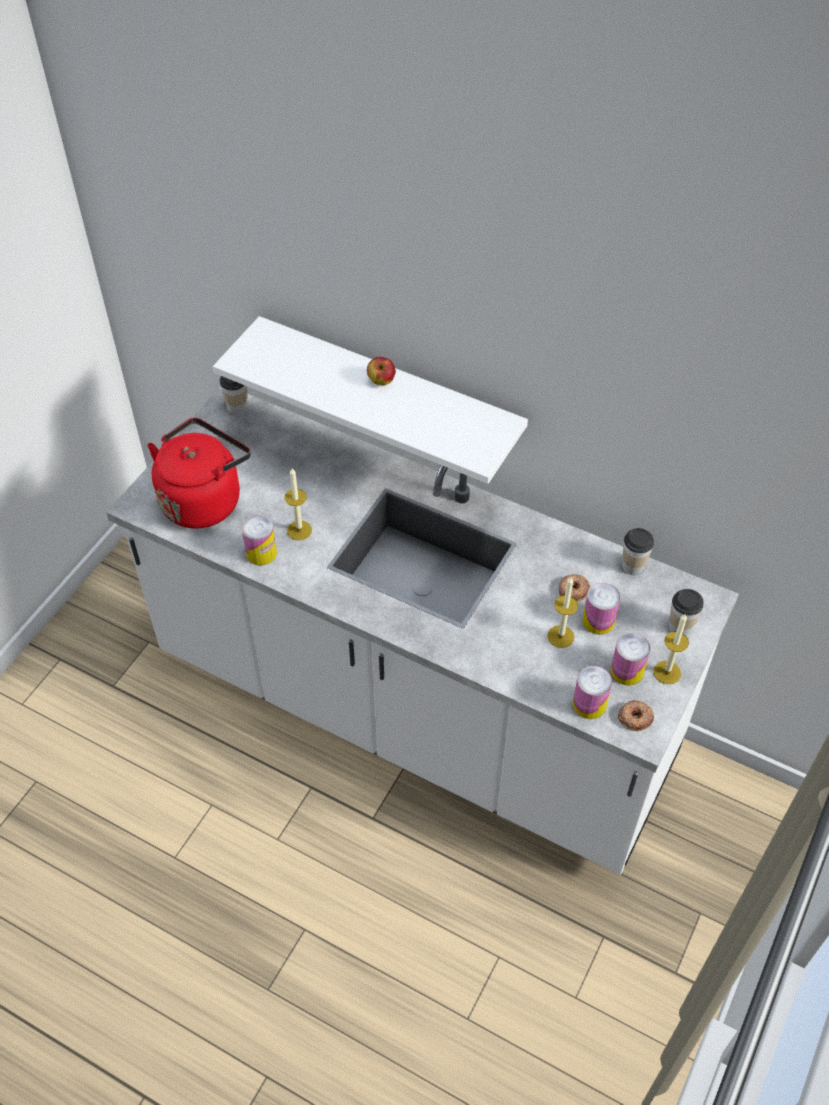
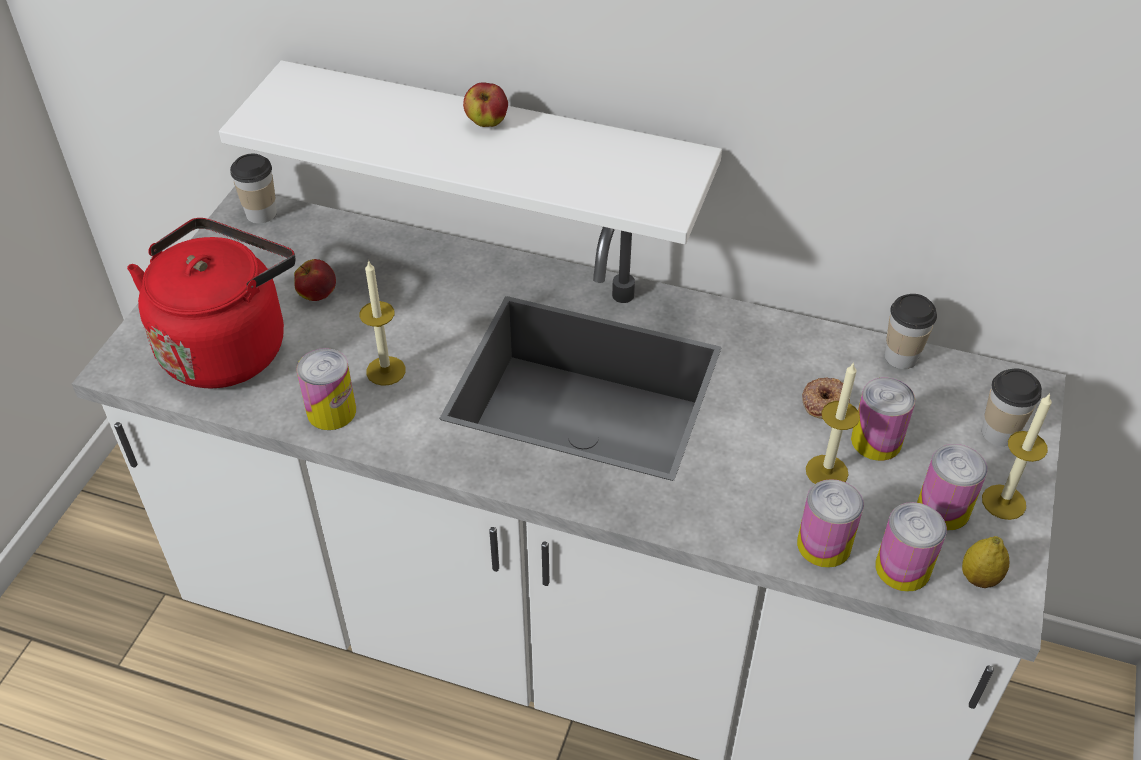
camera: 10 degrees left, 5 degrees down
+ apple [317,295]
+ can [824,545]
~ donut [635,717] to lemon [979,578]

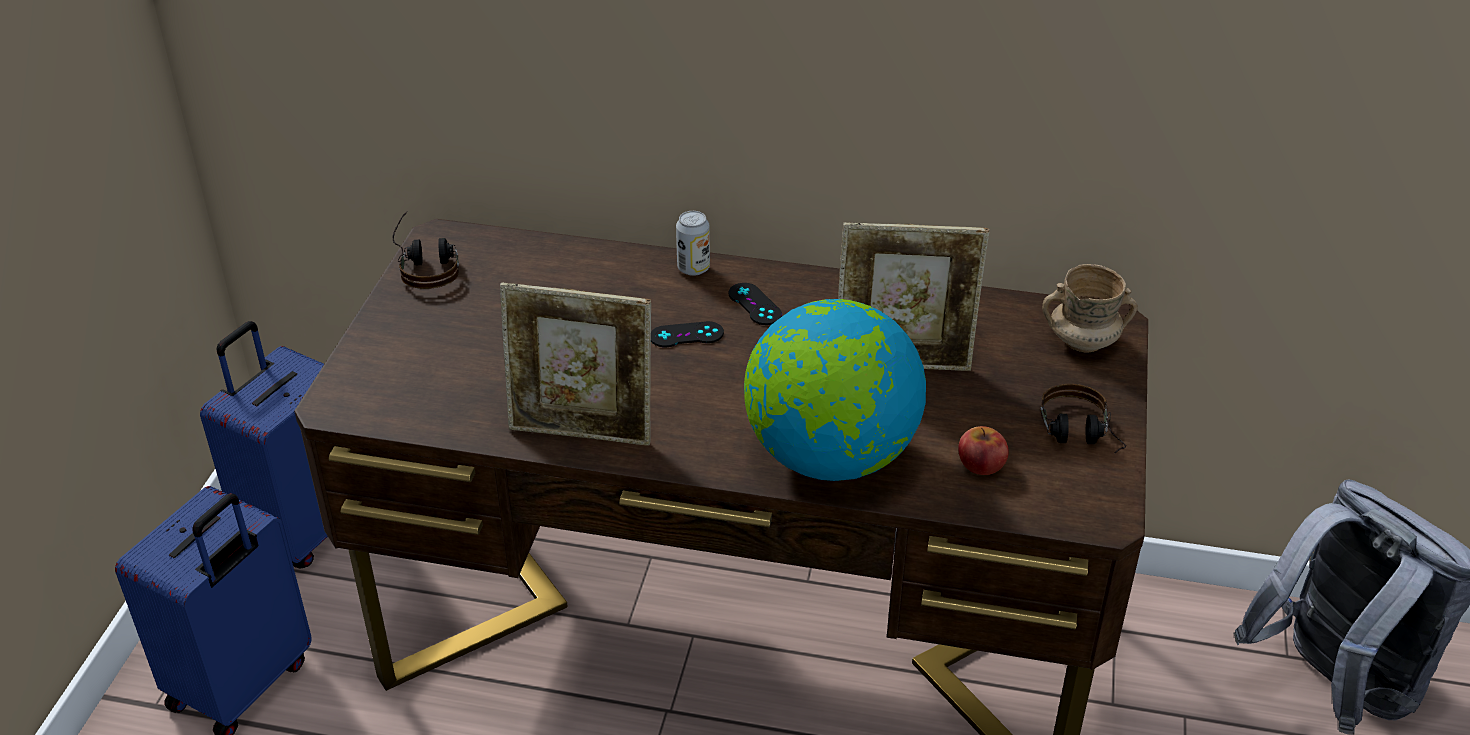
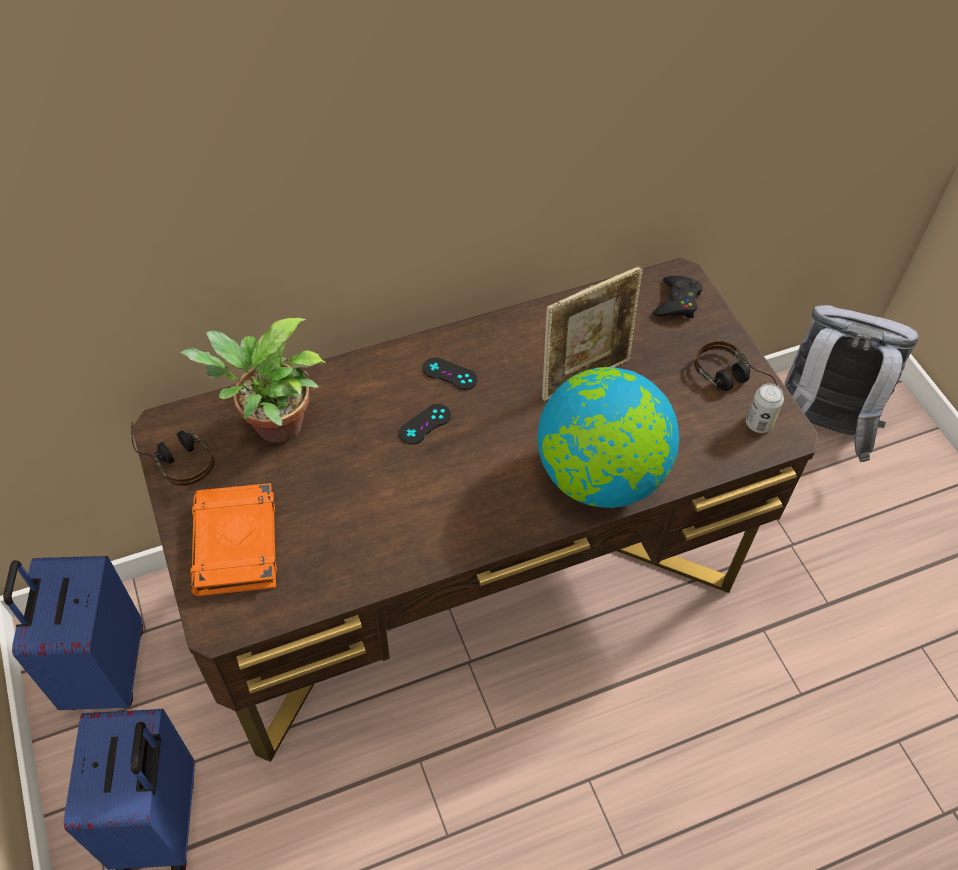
camera: 35 degrees left, 15 degrees up
+ potted plant [272,427]
+ orange book [236,545]
~ beige mug [1083,342] to black game controller [677,302]
~ can [693,268] to [758,423]
- picture frame [582,432]
- apple [981,463]

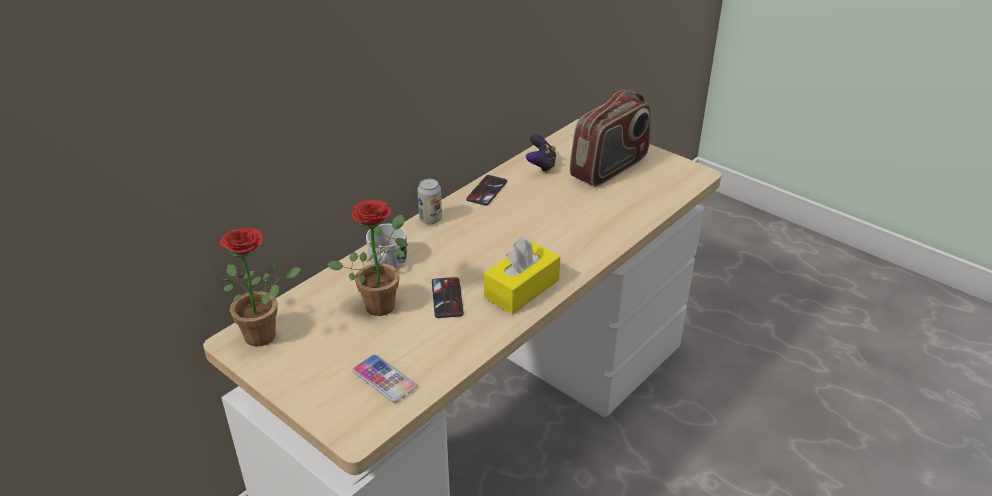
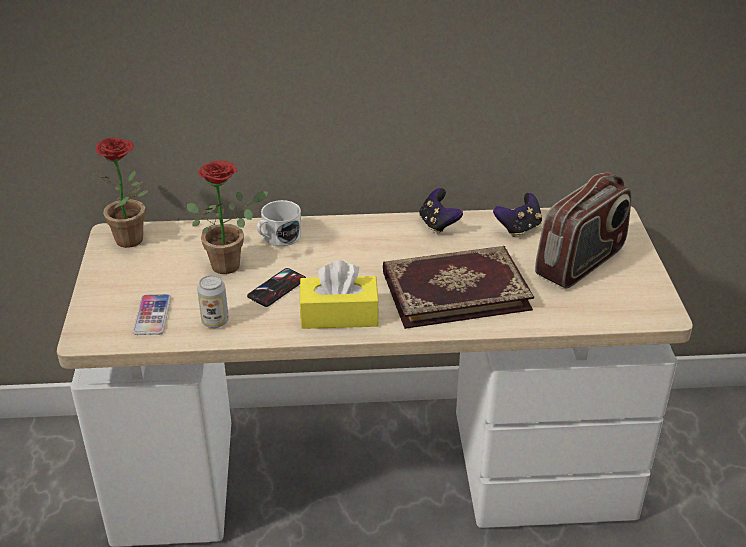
camera: 45 degrees right, 0 degrees up
~ can [430,219] to [215,321]
+ book [455,289]
~ phone [487,190] to game controller [438,225]
~ radio [609,168] = [581,263] 45 degrees counterclockwise

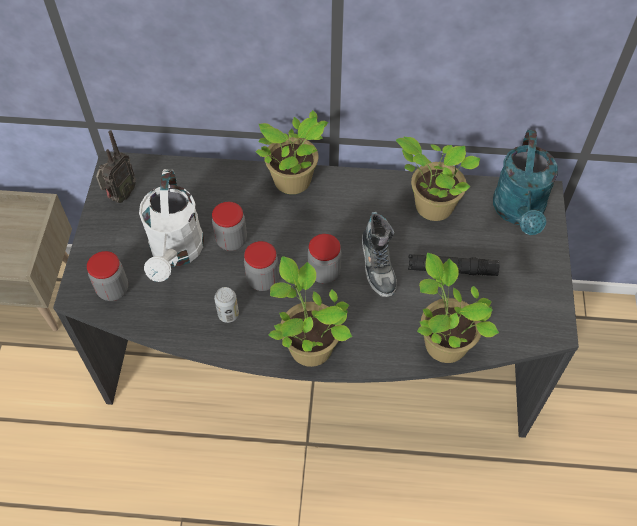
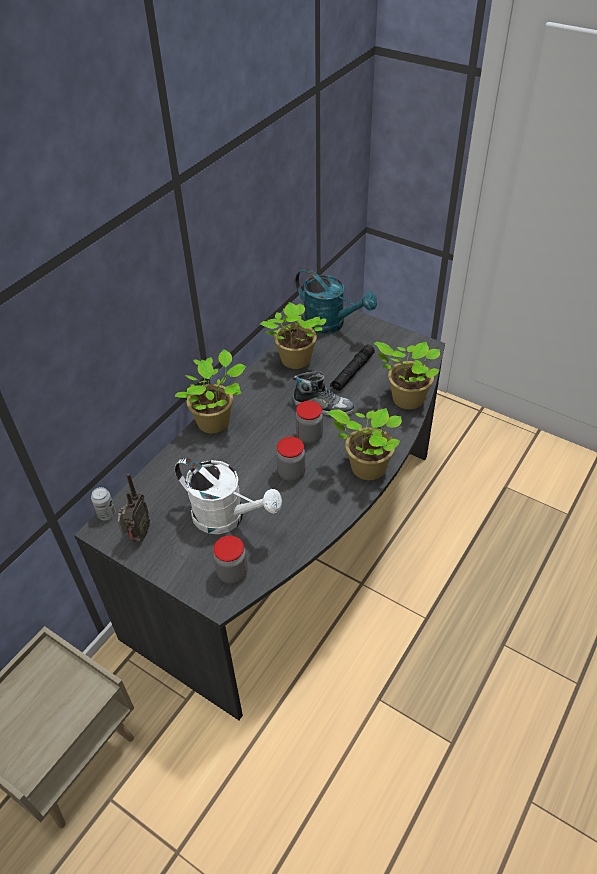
camera: 60 degrees left, 10 degrees down
~ can [228,314] to [107,514]
~ radio [120,196] = [138,536] 45 degrees clockwise
- jar [231,240]

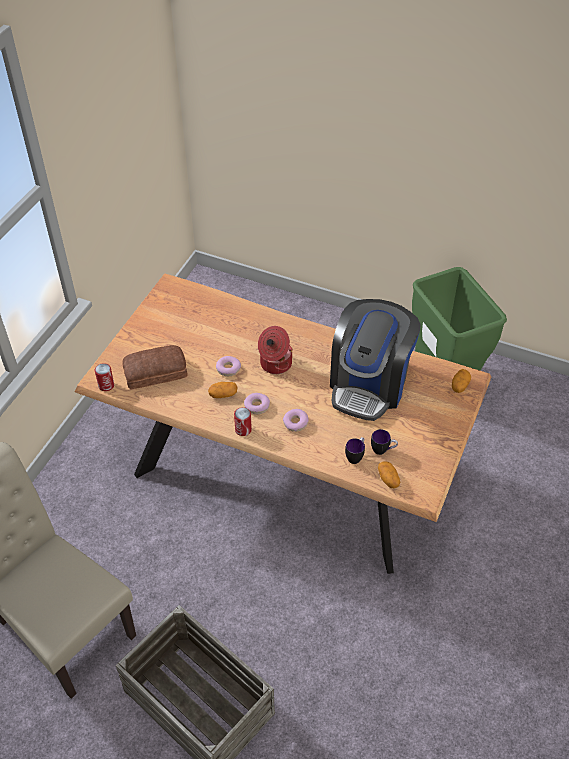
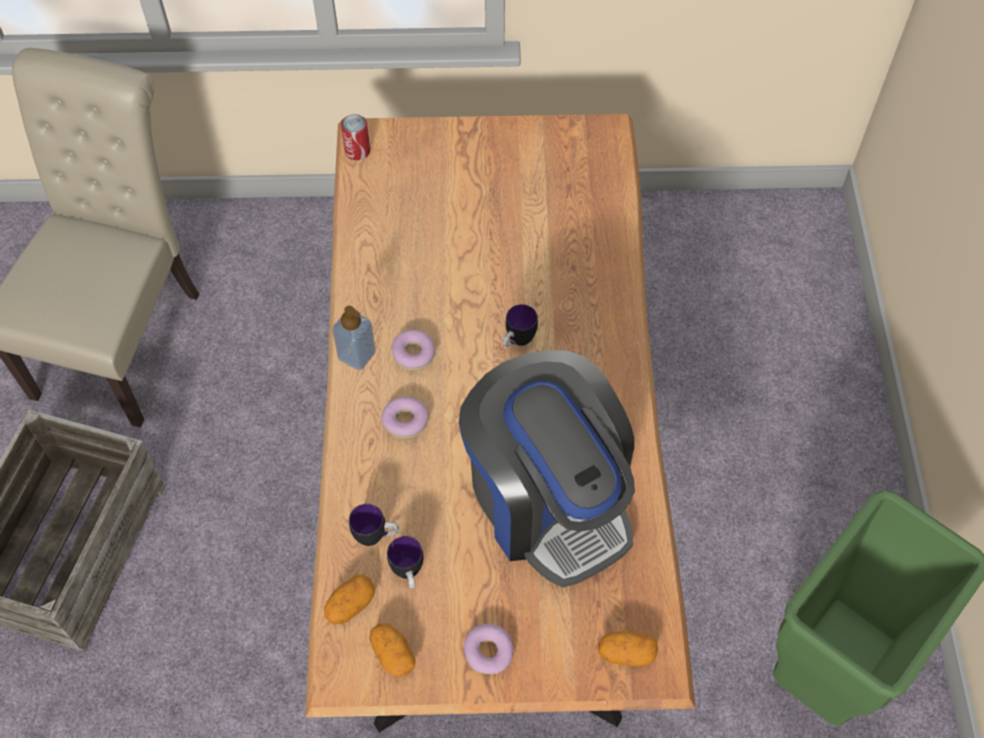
camera: 65 degrees right, 10 degrees up
~ can [243,429] to soap dispenser [357,355]
~ potato [223,394] to [393,654]
~ coffee machine [369,384] = [548,499] 120 degrees counterclockwise
~ donut [228,369] to [488,652]
~ cooking pot [275,364] to mug [517,342]
- bread [156,373]

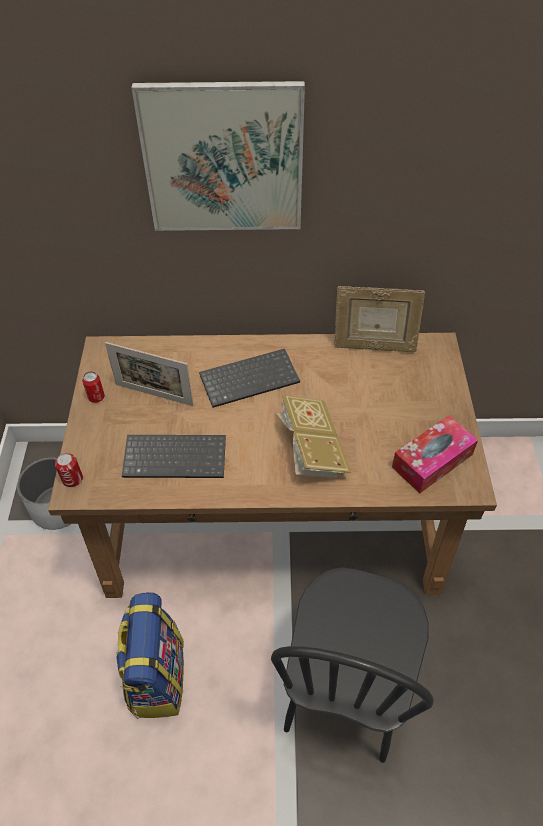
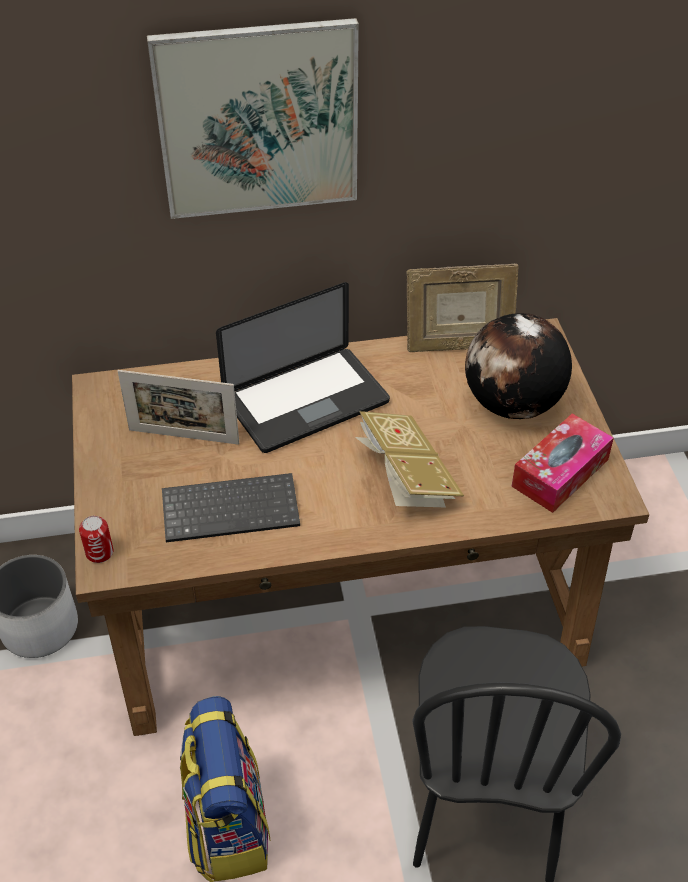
camera: 10 degrees left, 5 degrees down
~ keyboard [250,378] to laptop [306,401]
+ globe [512,405]
- can [96,397]

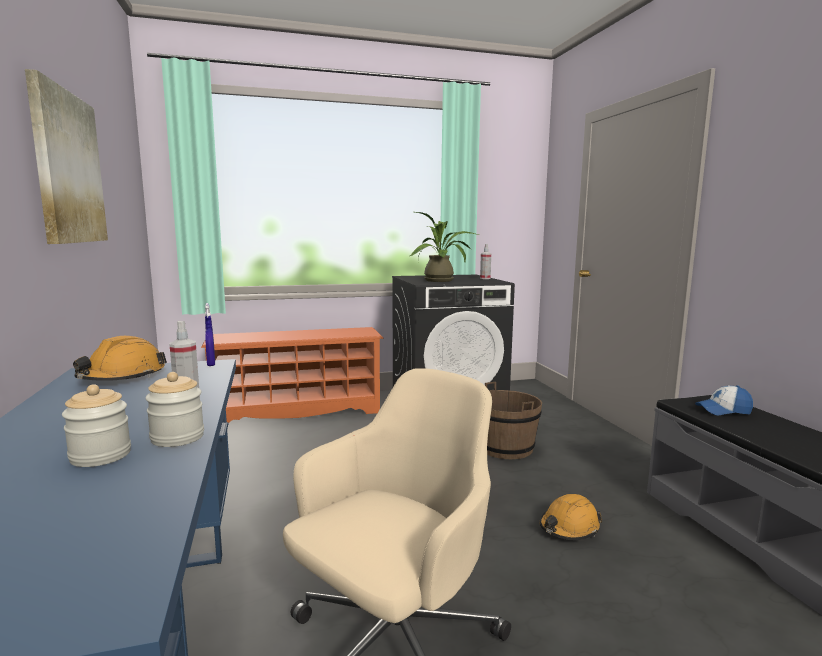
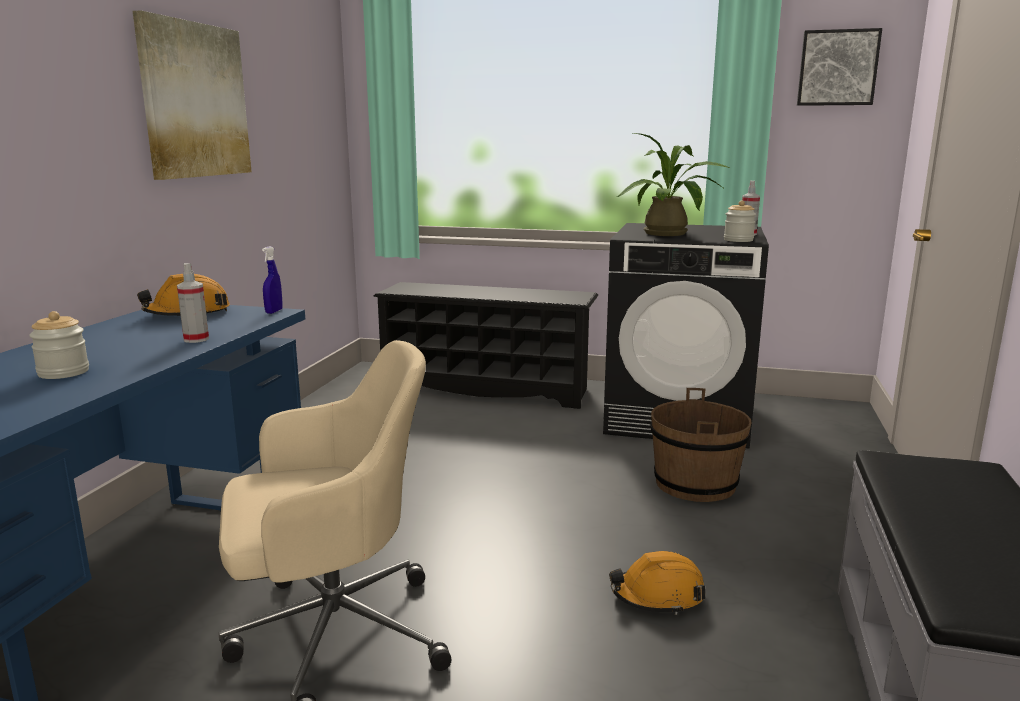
camera: 30 degrees right, 5 degrees up
~ orange shoe rack [298,411] to black shoe rack [487,389]
~ jar [177,437] to [738,240]
+ picture [837,68]
- cap [723,410]

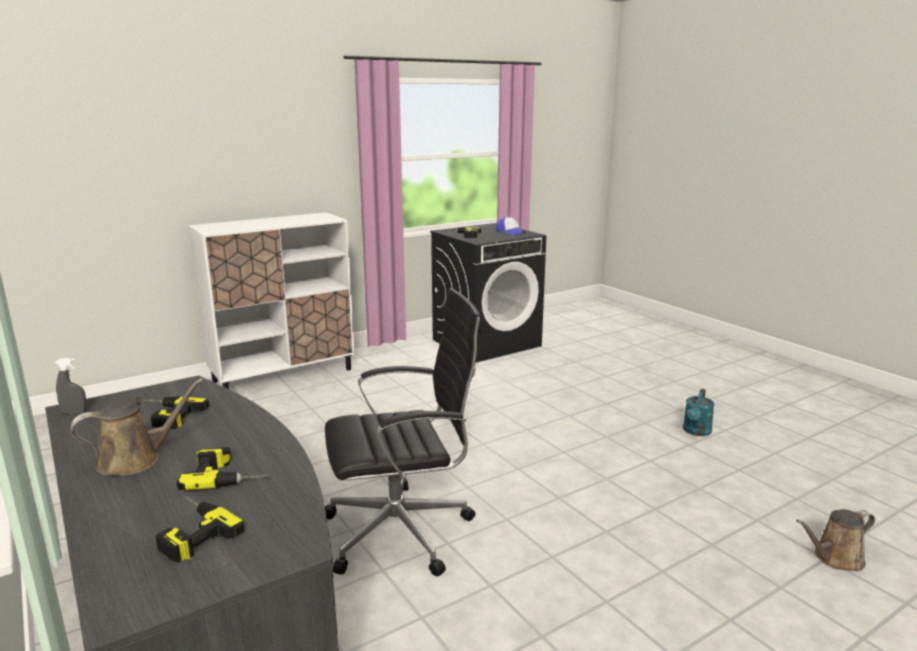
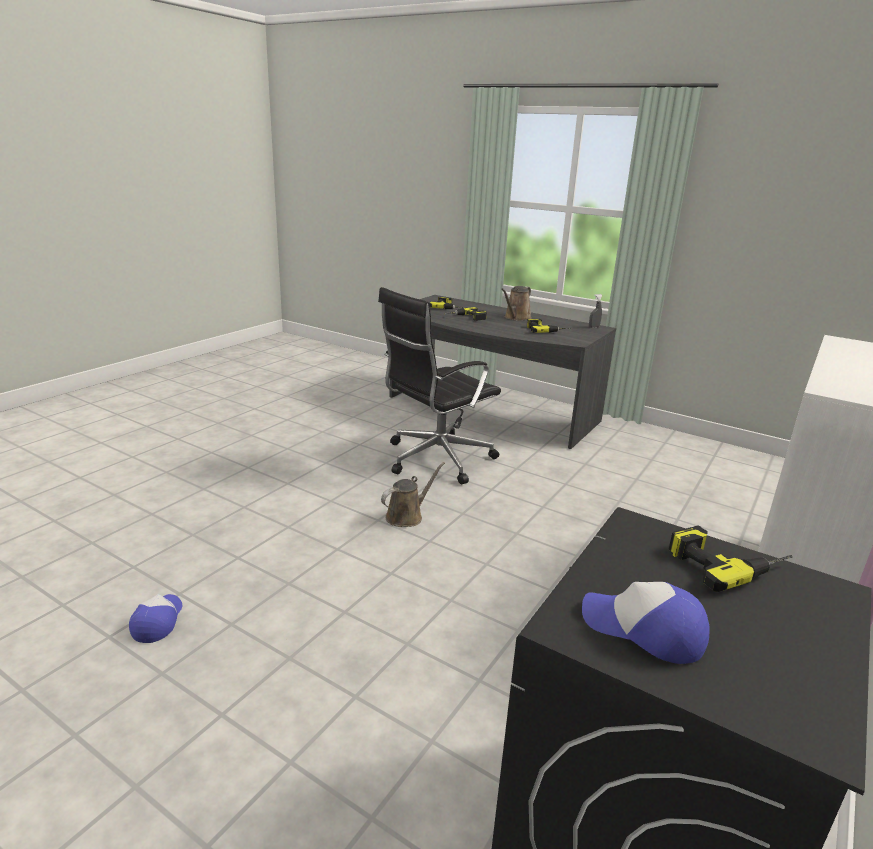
camera: 155 degrees right, 5 degrees up
~ turquoise watering can [696,432] to cap [157,621]
~ brown watering can [835,558] to [407,516]

